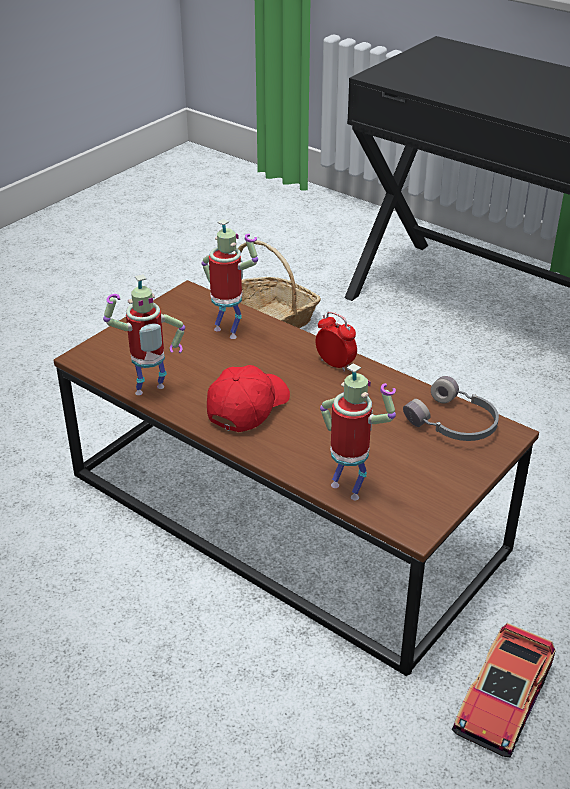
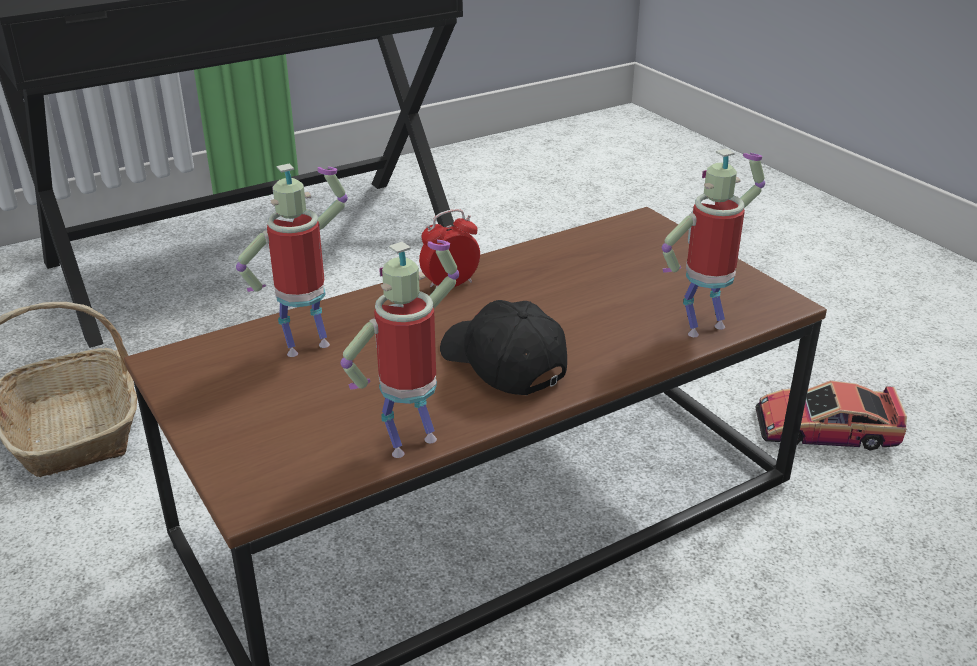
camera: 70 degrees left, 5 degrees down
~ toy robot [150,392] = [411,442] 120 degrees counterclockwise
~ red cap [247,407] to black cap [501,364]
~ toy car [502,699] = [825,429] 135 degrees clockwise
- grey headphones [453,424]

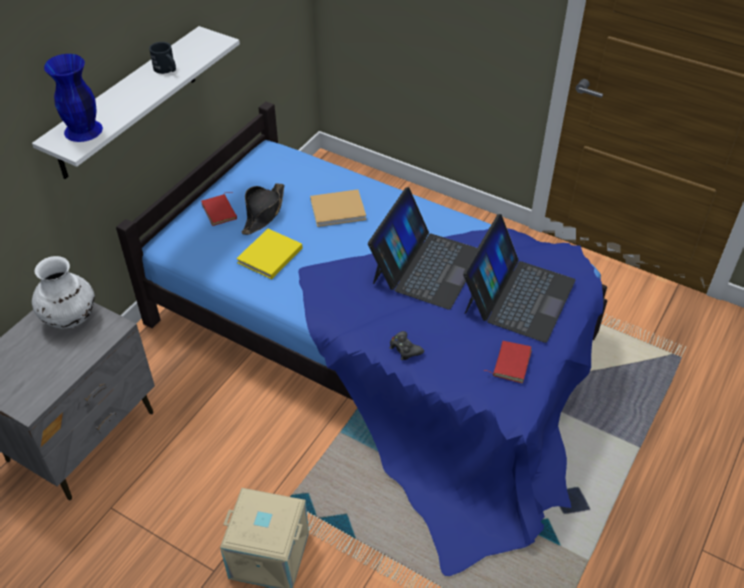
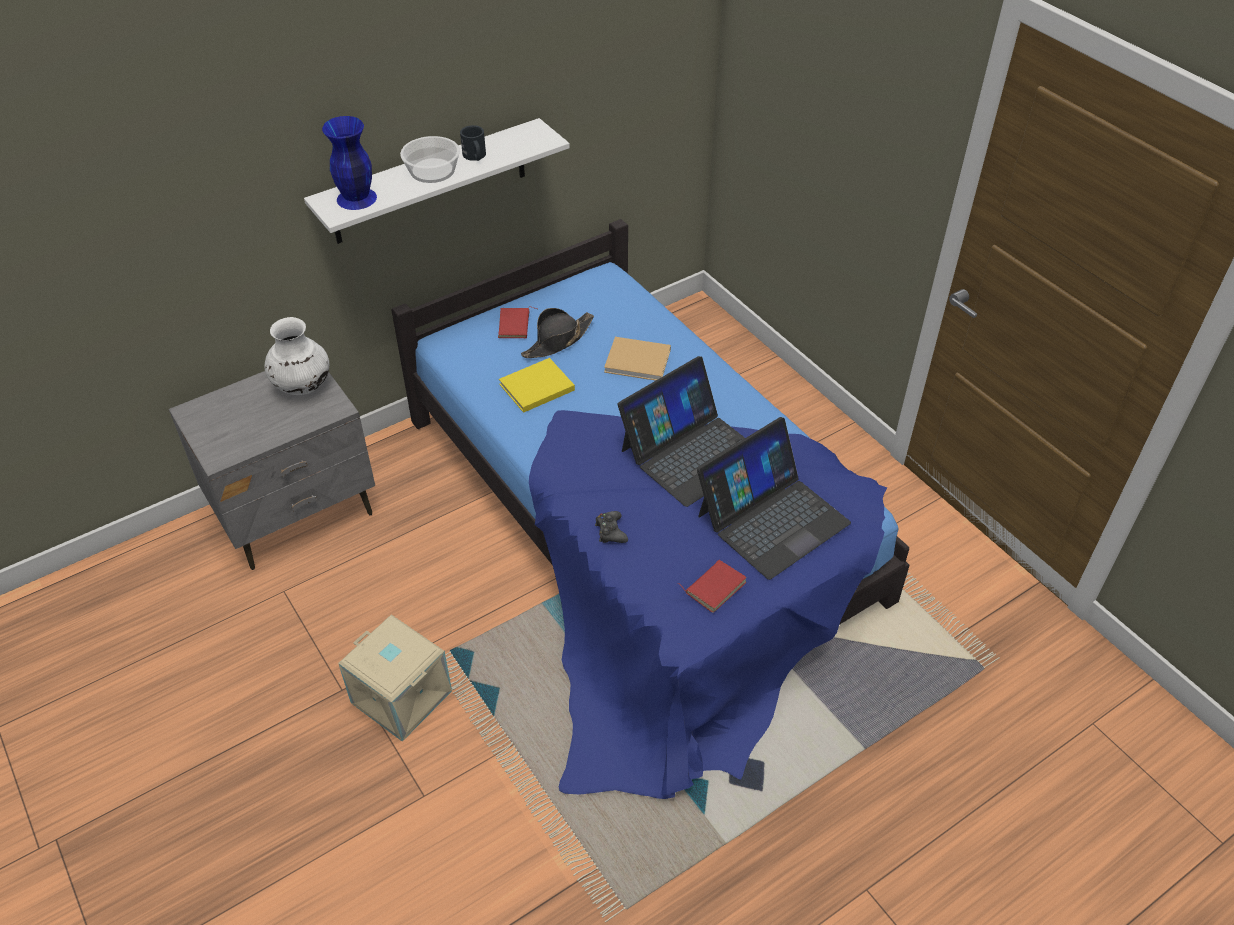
camera: 25 degrees right, 0 degrees up
+ bowl [432,170]

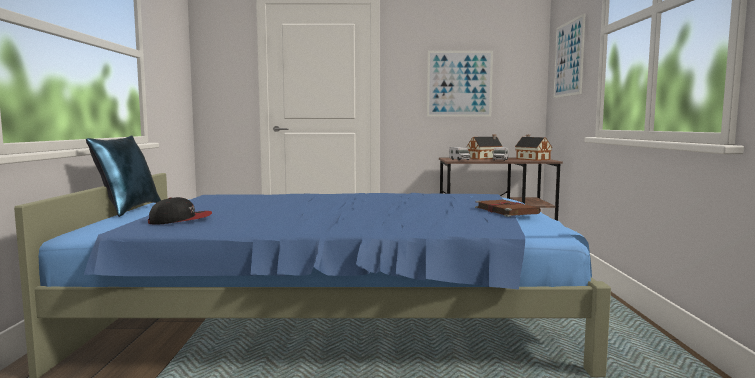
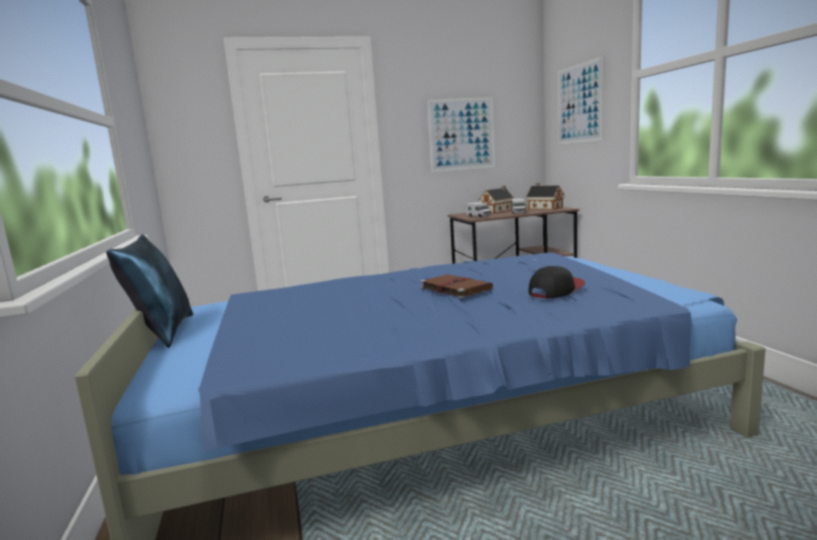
camera: 15 degrees left, 5 degrees up
~ brown book [505,210] to [454,288]
~ cap [181,220] to [555,290]

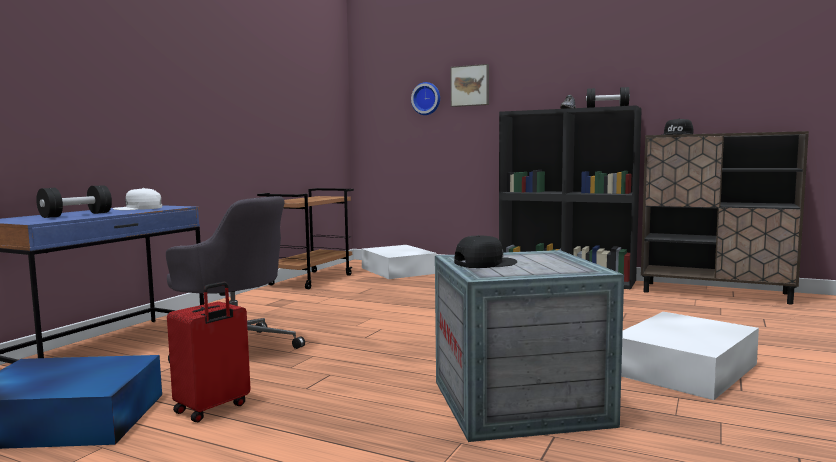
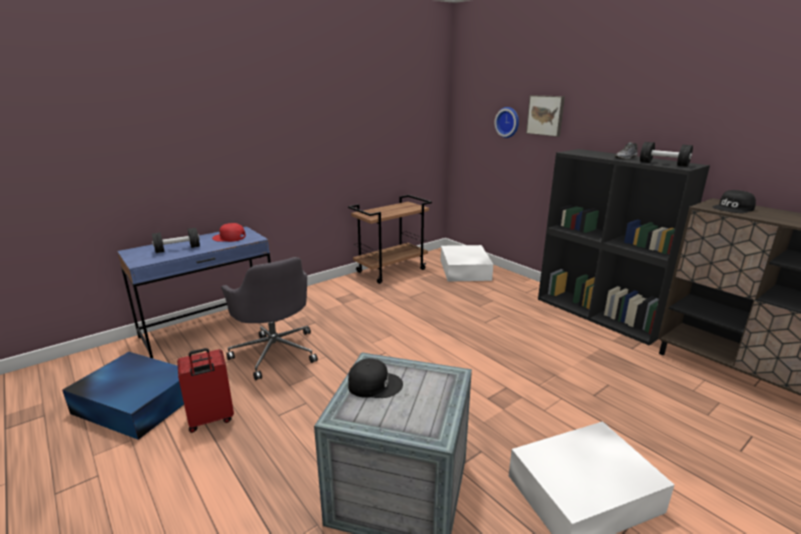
camera: 25 degrees right, 15 degrees up
~ white cap [138,208] to red cap [229,238]

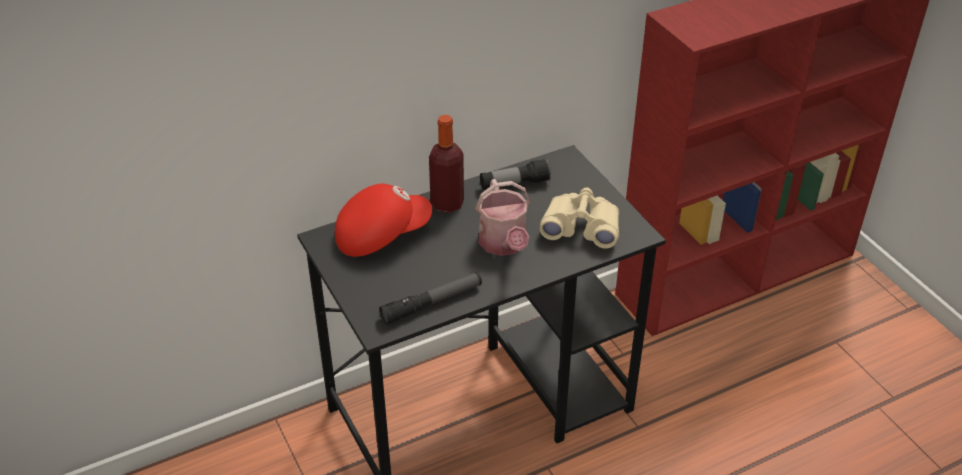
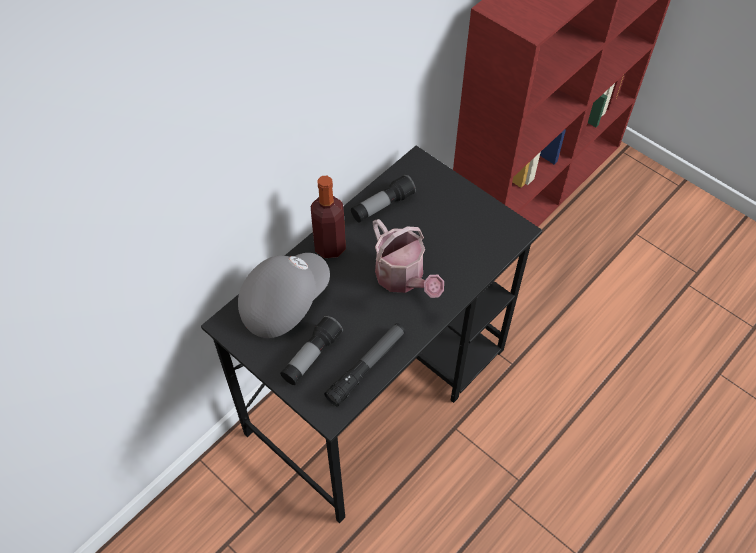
camera: 20 degrees left, 15 degrees up
~ red cap [381,234] to grey cap [284,301]
+ flashlight [311,356]
- beige binoculars [581,227]

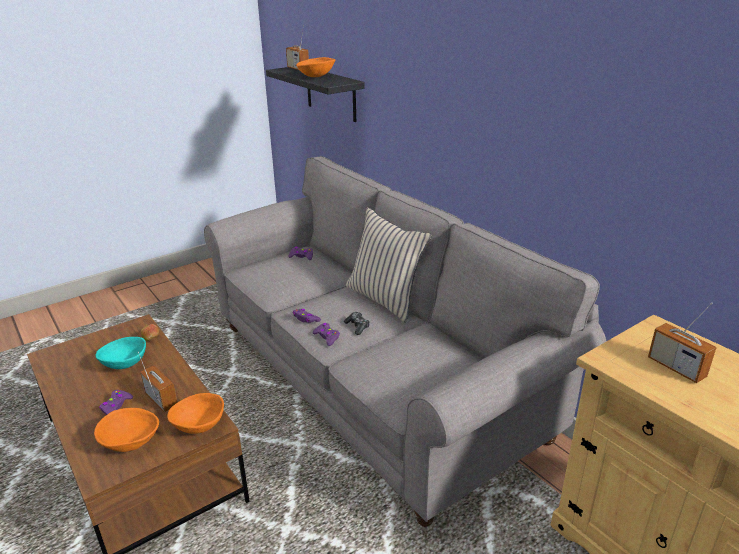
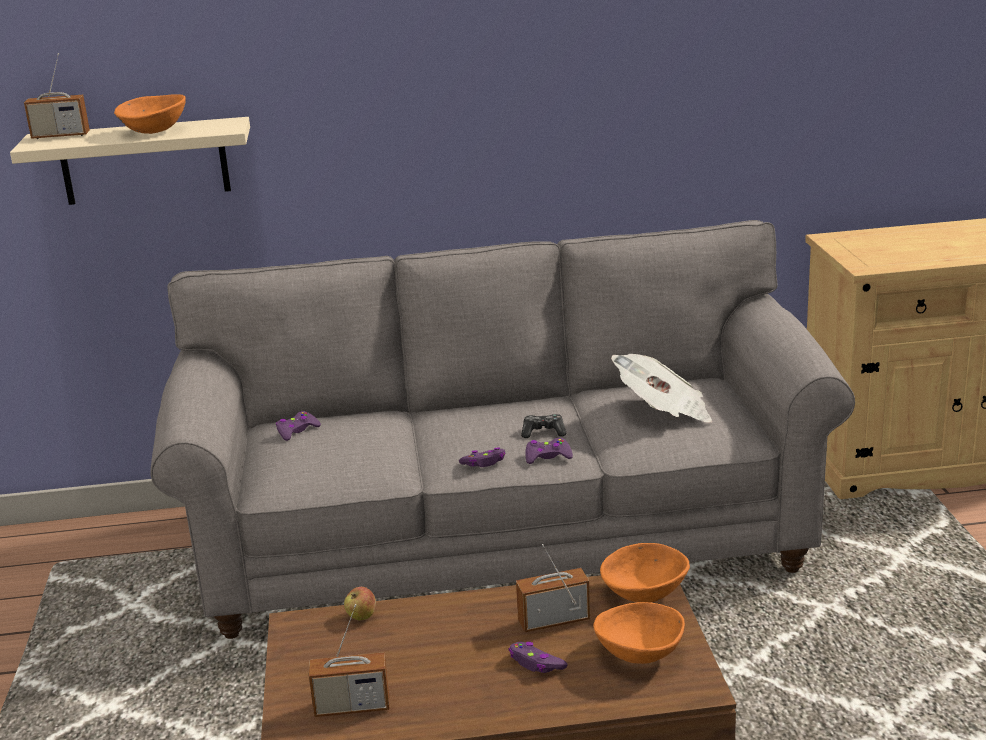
camera: 60 degrees left, 5 degrees down
~ black shelf [331,93] to beige shelf [144,161]
~ radio [676,368] to [352,707]
+ newspaper [664,412]
- turquoise bowl [125,364]
- beige pillow [385,298]

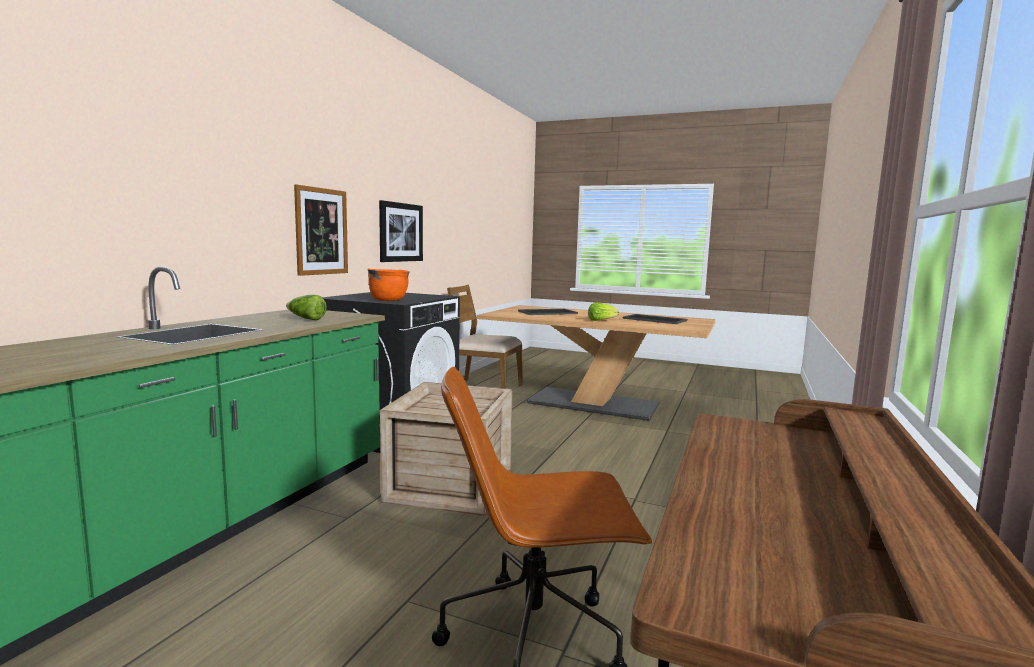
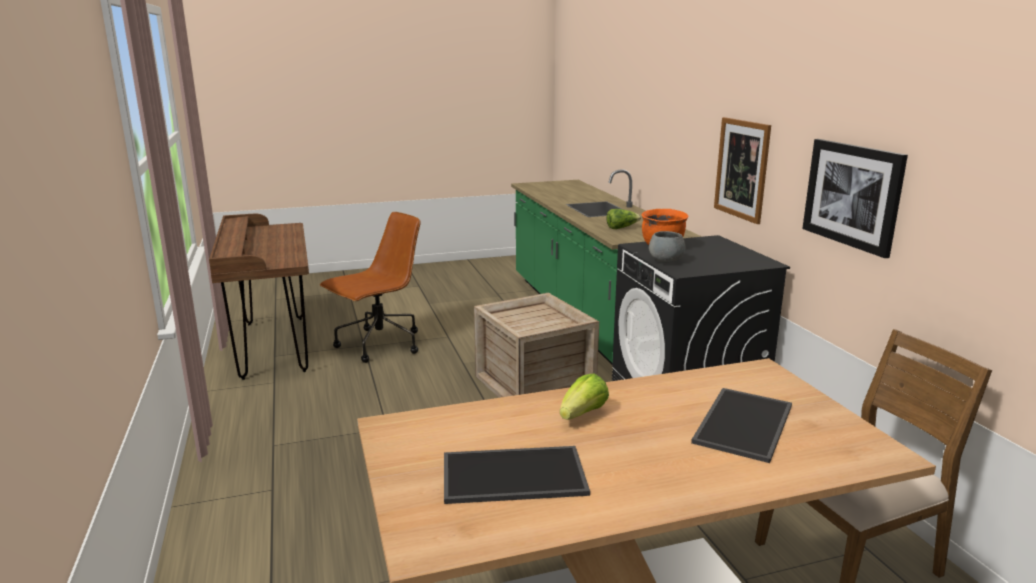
camera: 140 degrees right, 10 degrees up
+ grey bowl [666,261]

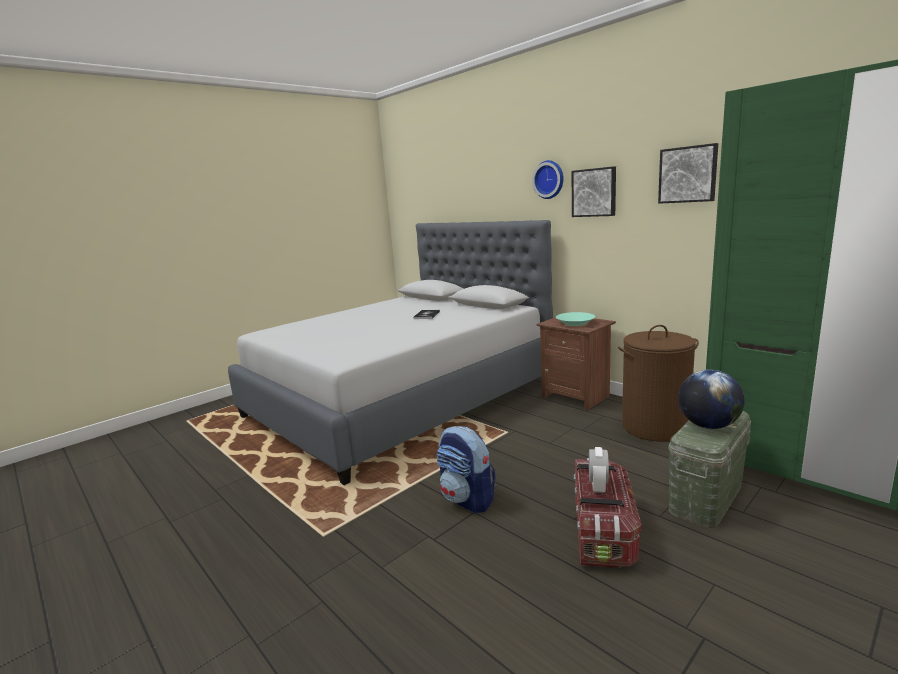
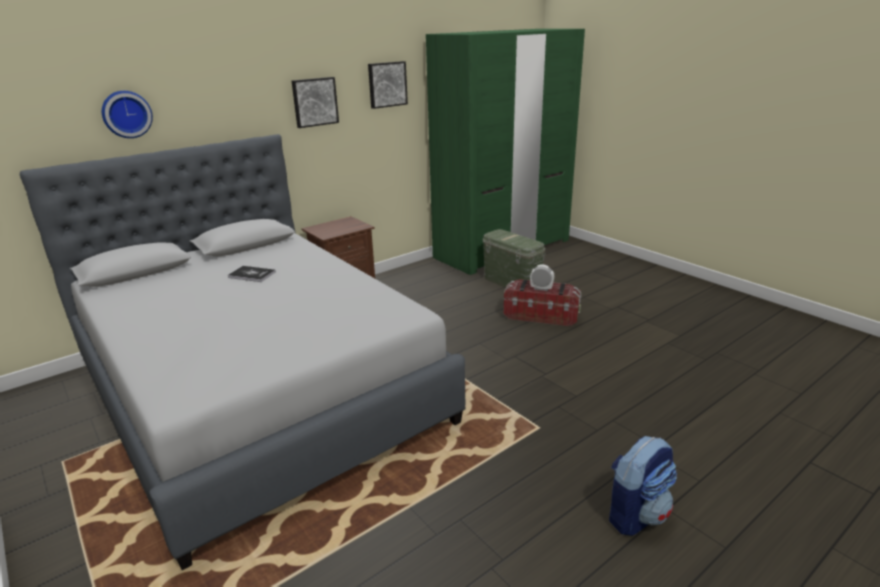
camera: 85 degrees left, 10 degrees up
~ wall clock [549,179] to [126,114]
~ backpack [467,499] to [636,514]
- turquoise bowl [575,323]
- brown laundry basket [655,427]
- globe [708,425]

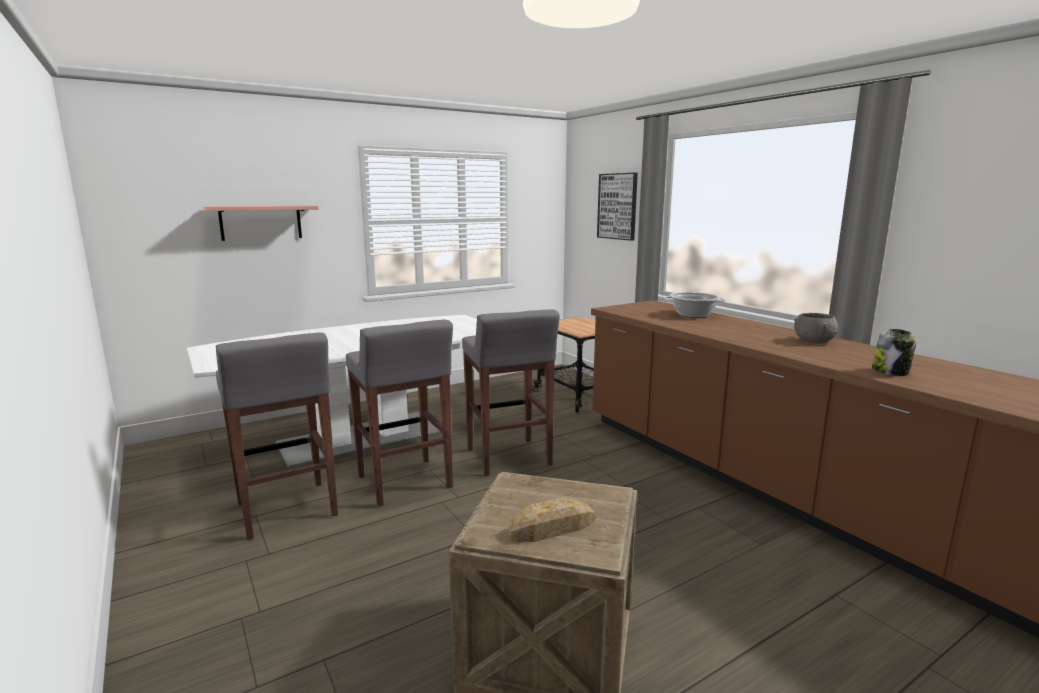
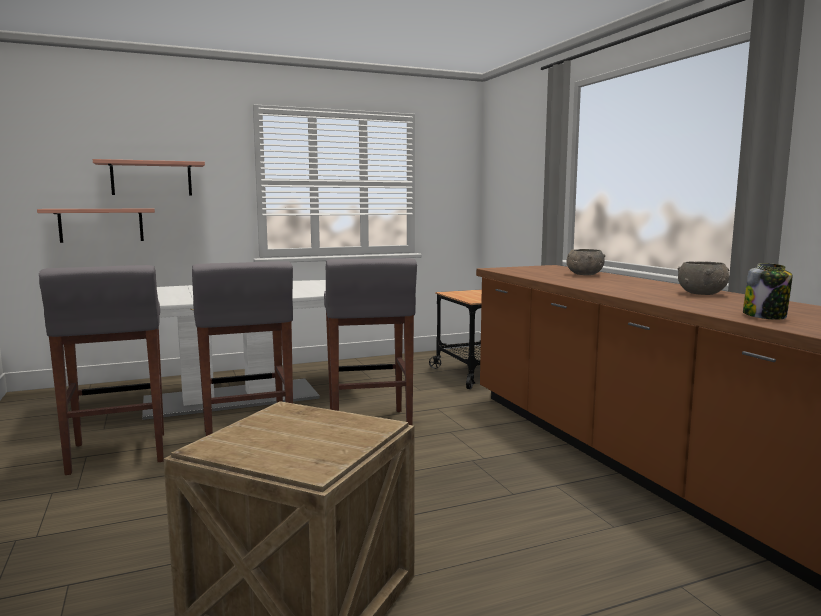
camera: 10 degrees right, 5 degrees down
+ shelf [101,225]
~ cooking pot [693,315] to grey bowl [584,274]
- bread [552,528]
- picture [617,206]

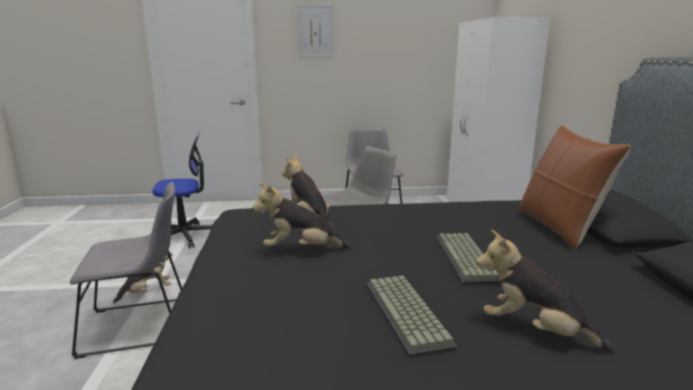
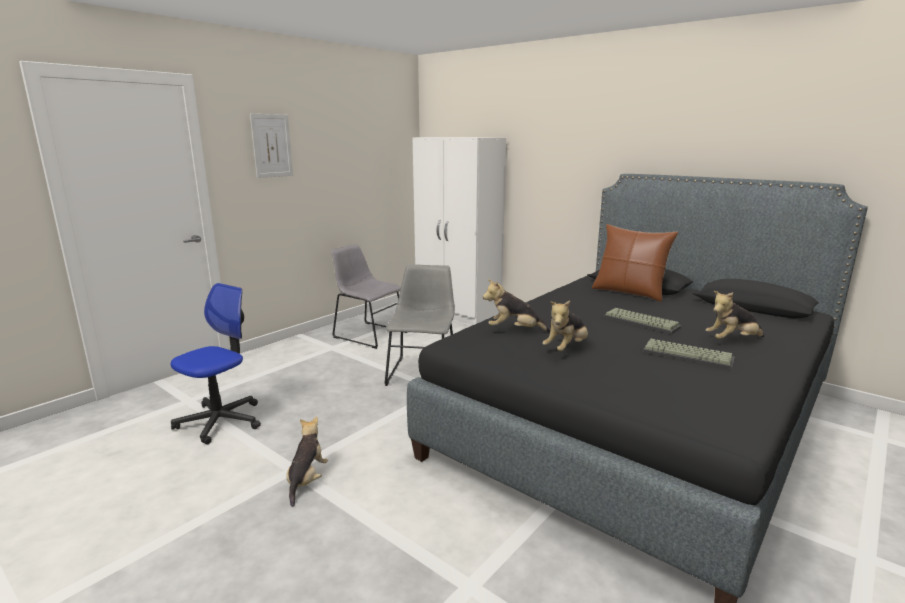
camera: 45 degrees left, 0 degrees up
- grey chair [141,325]

